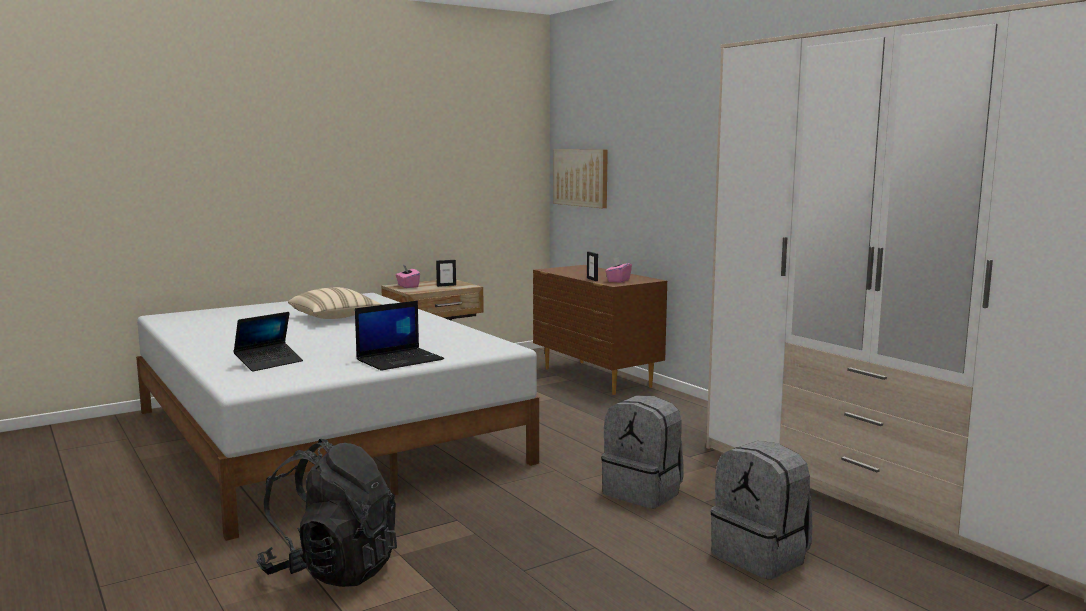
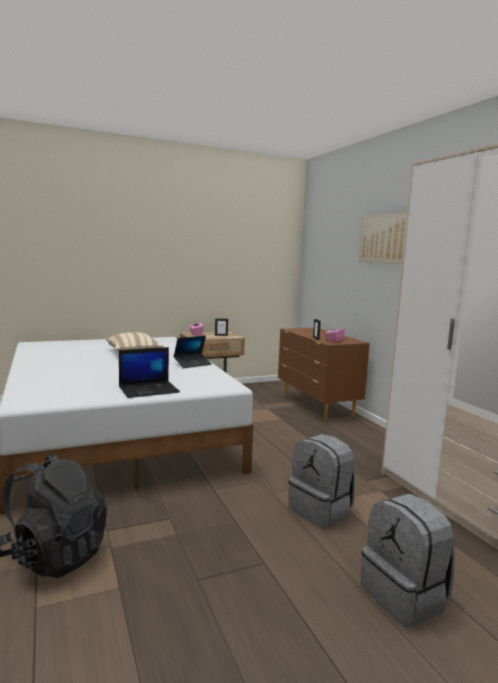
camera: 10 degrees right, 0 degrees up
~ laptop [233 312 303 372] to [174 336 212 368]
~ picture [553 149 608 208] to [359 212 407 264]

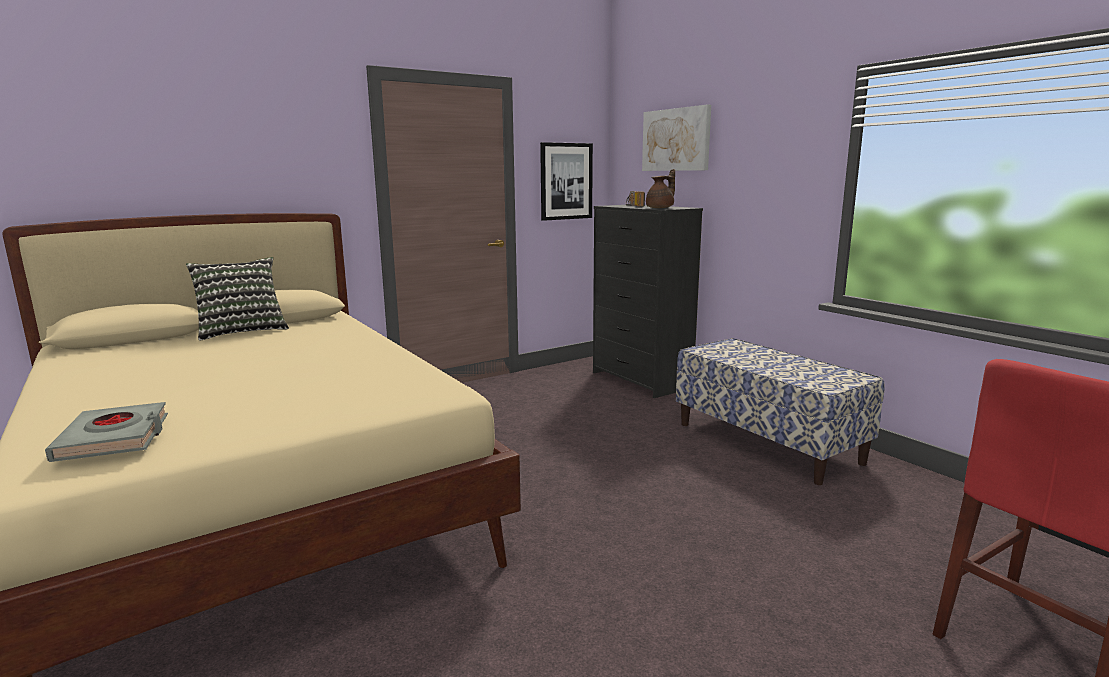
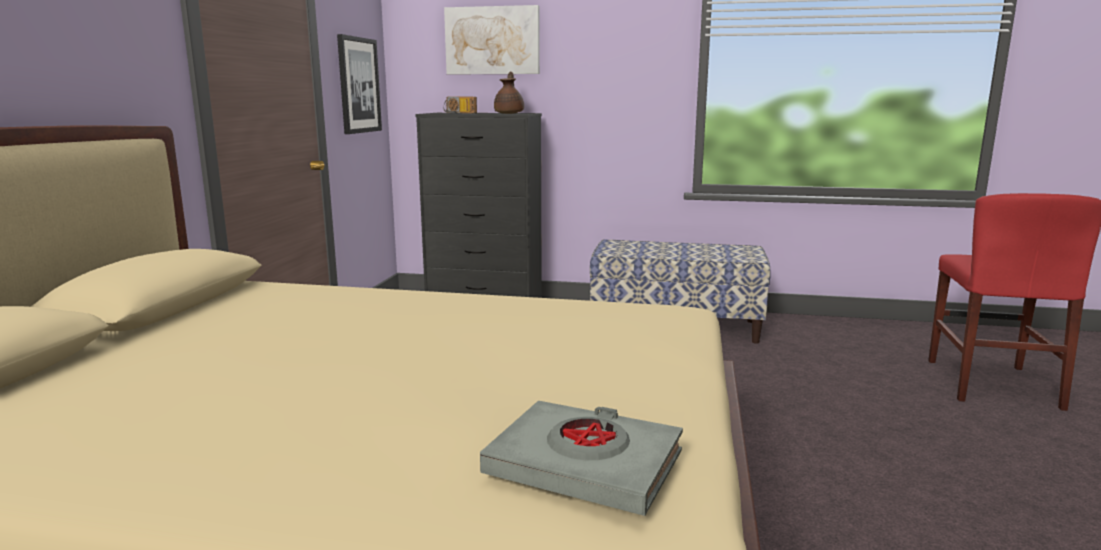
camera: 45 degrees left, 0 degrees up
- pillow [186 257 289 340]

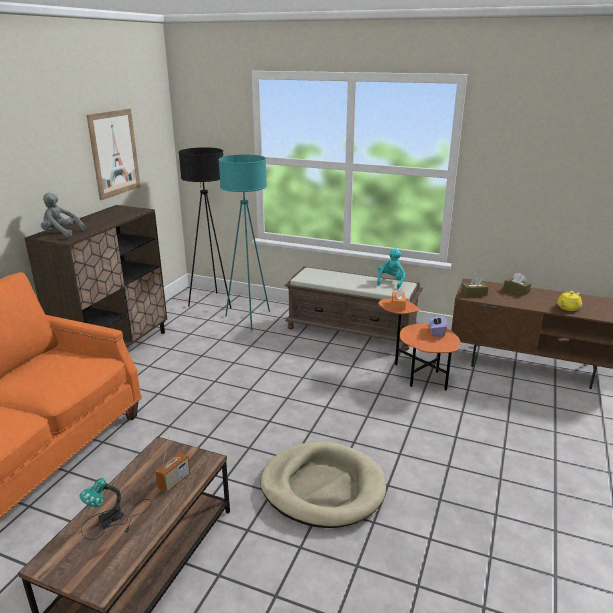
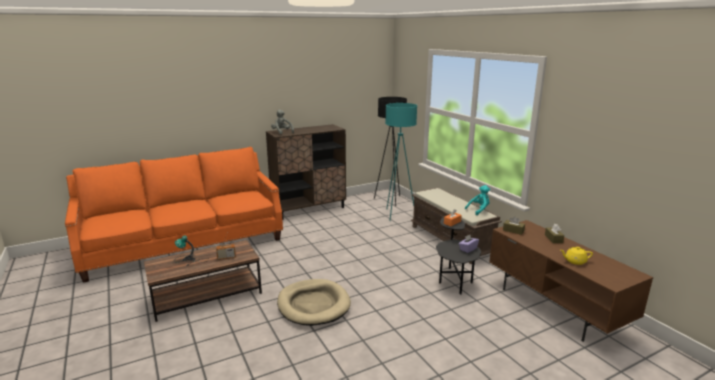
camera: 40 degrees right, 5 degrees down
- picture [87 109 141 200]
~ side table (orange) [378 299 461 390] to side table (black) [436 217 481 295]

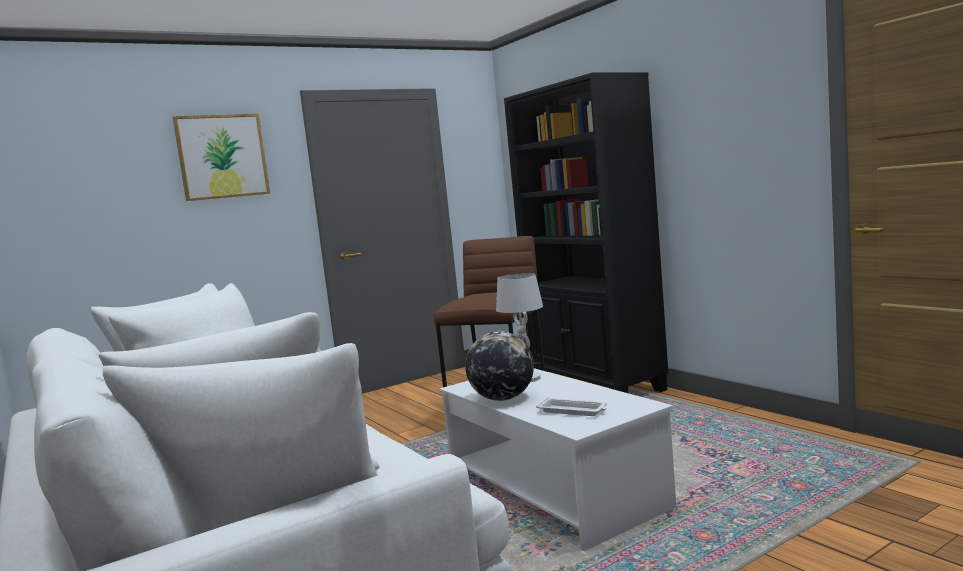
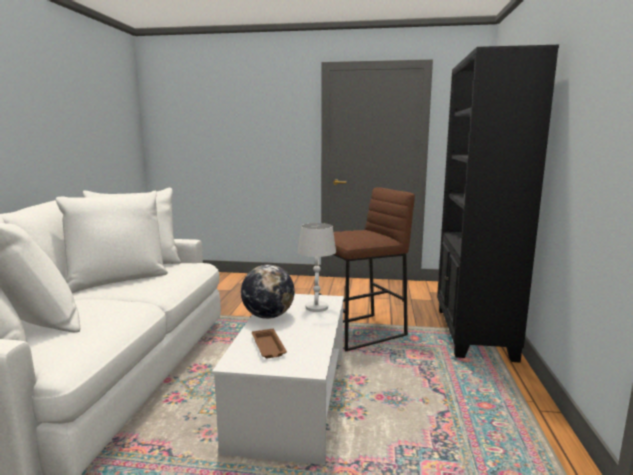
camera: 40 degrees right, 5 degrees up
- picture [173 114 270 201]
~ tray (white) [536 397 607 416] to tray (brown) [252 329 287 358]

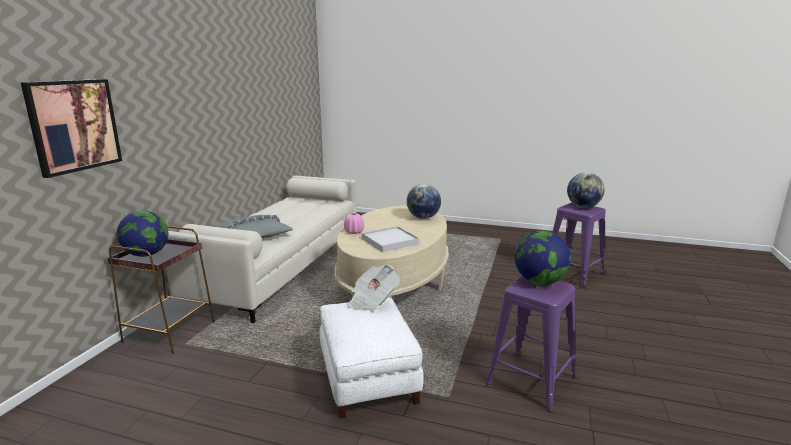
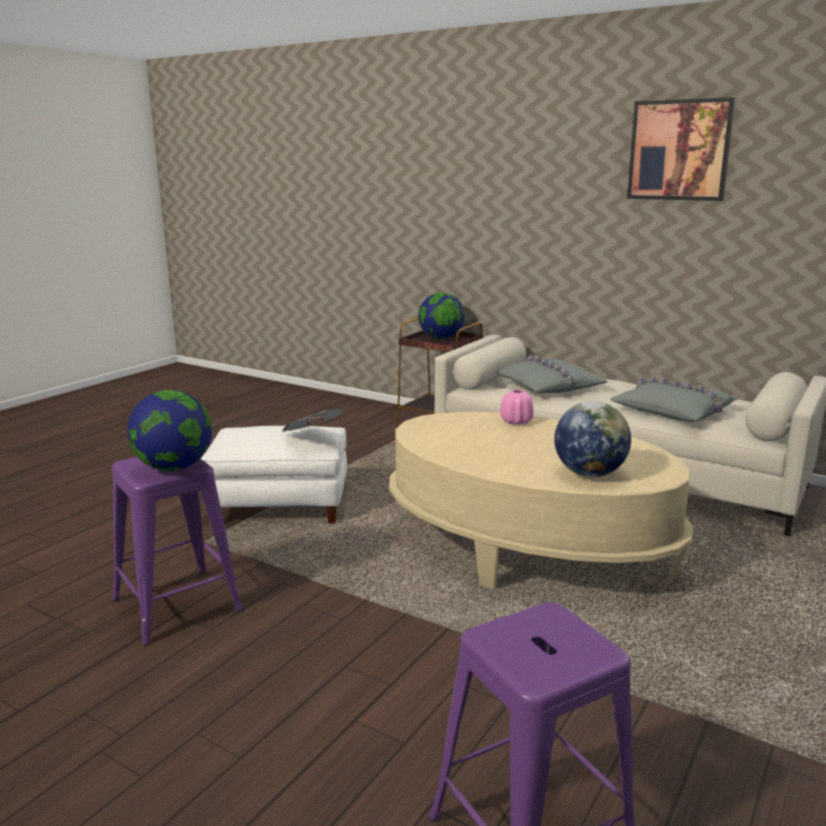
camera: 105 degrees right, 0 degrees up
- tray (white) [362 226 419 252]
- globe [567 172 605 208]
+ pillow (grey) [610 377 738 422]
~ picture [21 79 122 178] to [627 97 735 201]

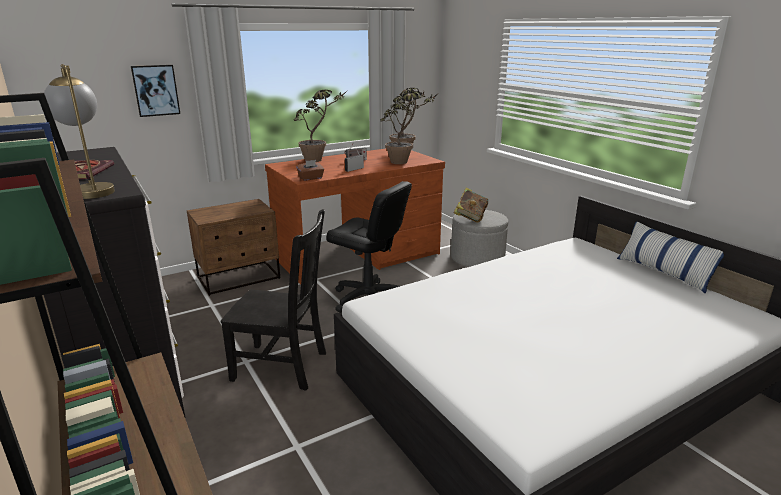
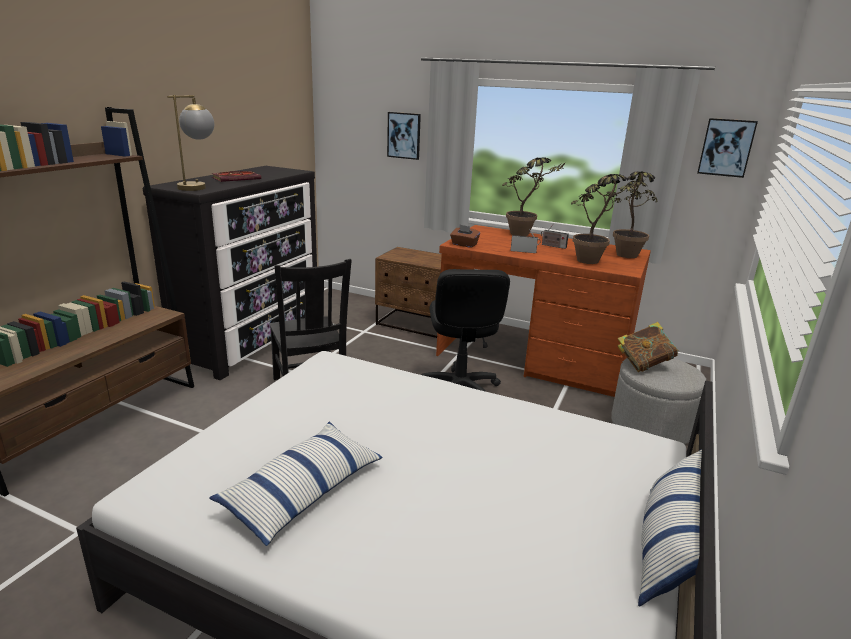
camera: 55 degrees right, 0 degrees up
+ pillow [209 422 382 546]
+ picture [697 118 758 178]

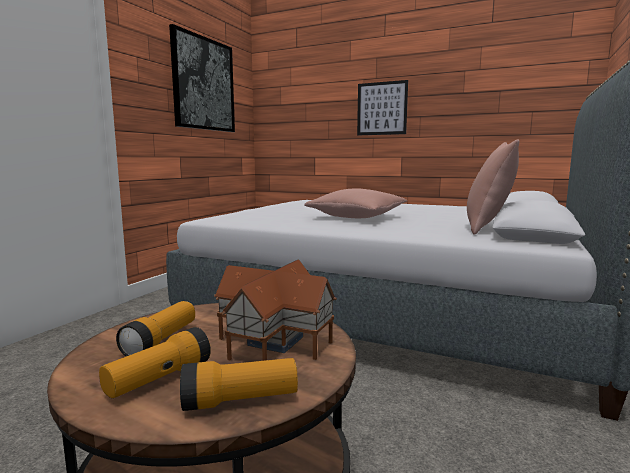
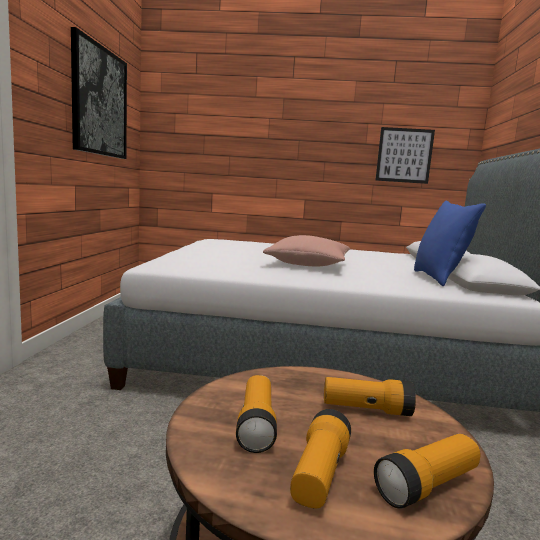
camera: 20 degrees left, 0 degrees up
~ picture [357 80 408 135] to [375 127 435 184]
~ toy house [214 259 337 361] to flashlight [324 377 416 416]
~ pillow (pink) [467 140 519 235] to pillow (blue) [414 201 486 286]

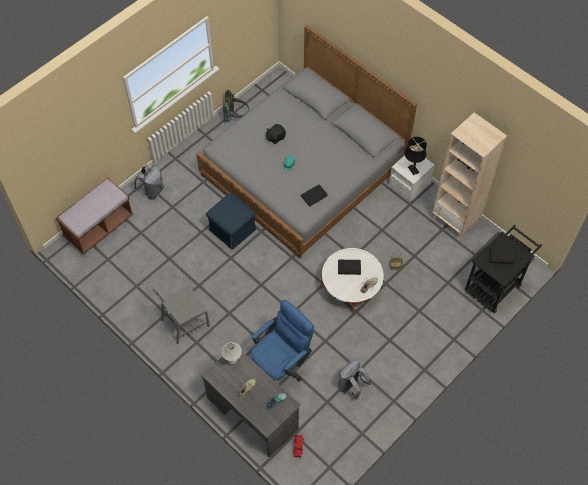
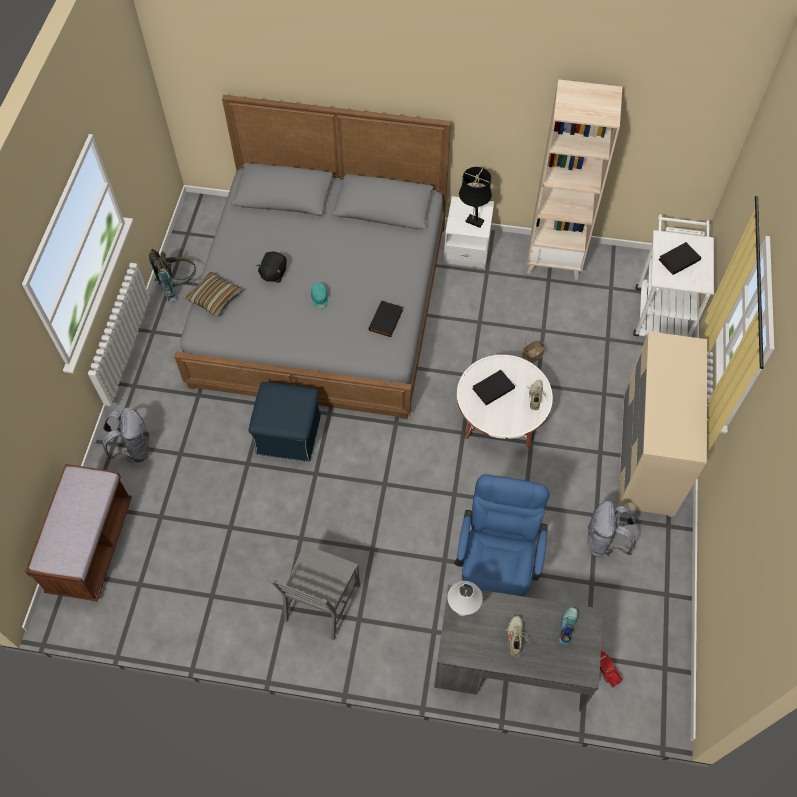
camera: 35 degrees left, 0 degrees up
+ pillow [185 272 242 316]
+ dresser (beige) [618 332 707 517]
~ cart (black) [465 225 542 313] to cart (white) [633 214 714 337]

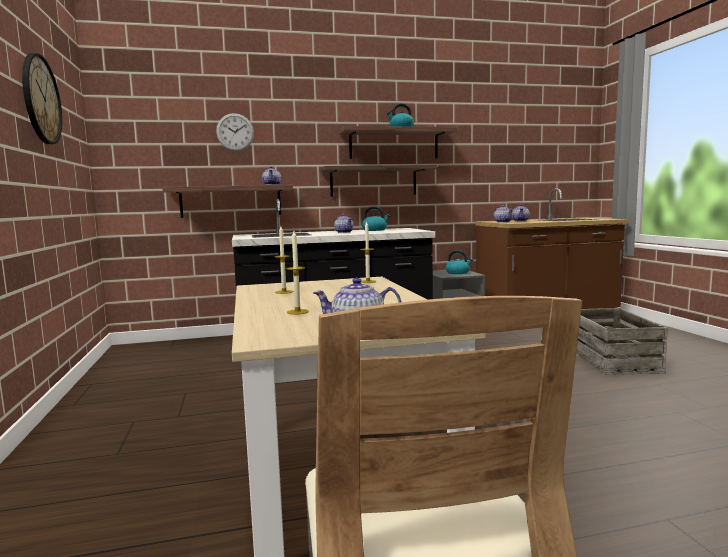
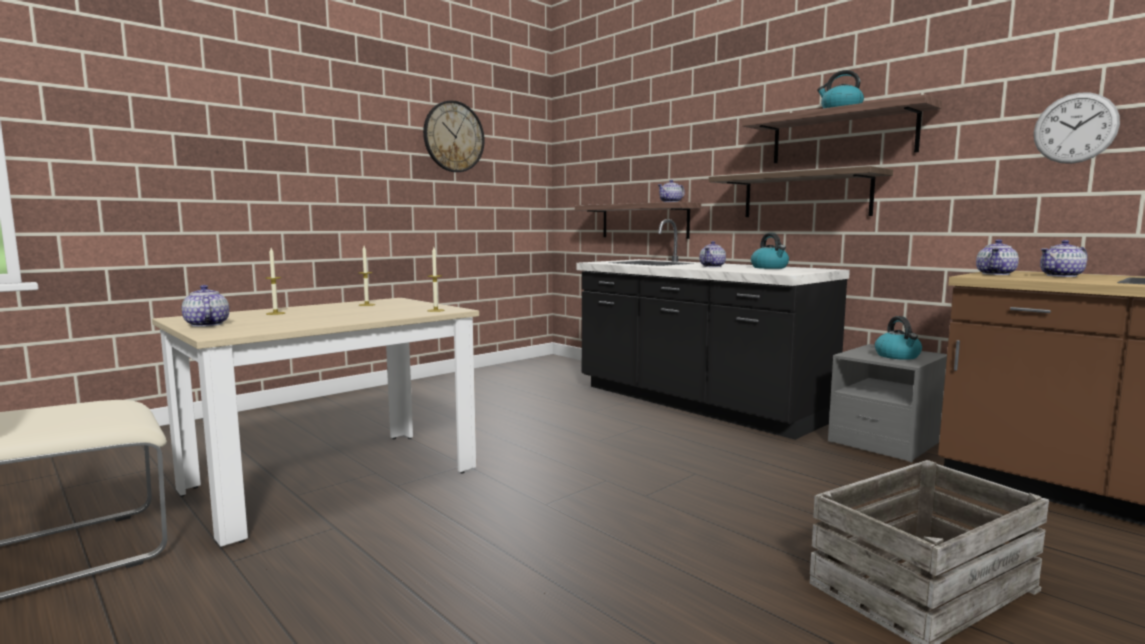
camera: 60 degrees right, 0 degrees up
~ wall clock [216 113 254 151] to [1034 93 1120 164]

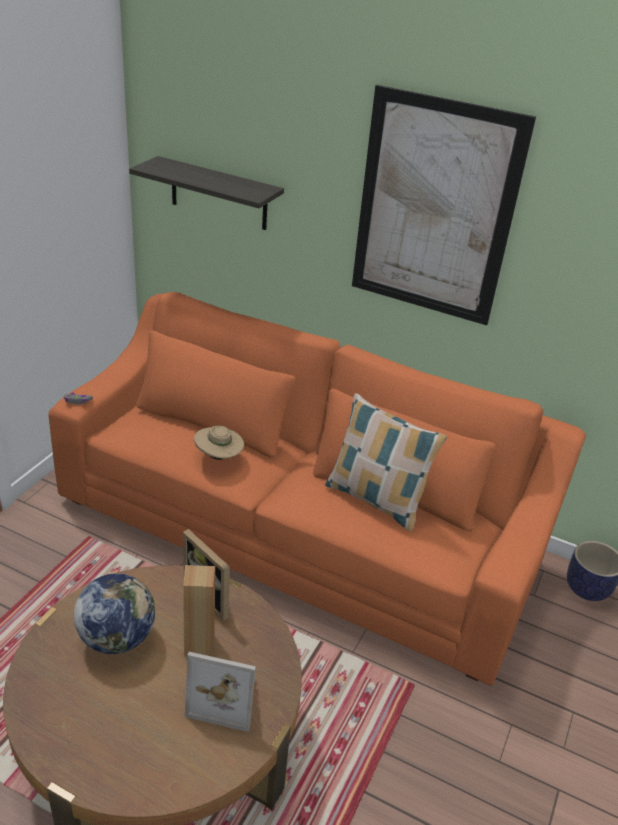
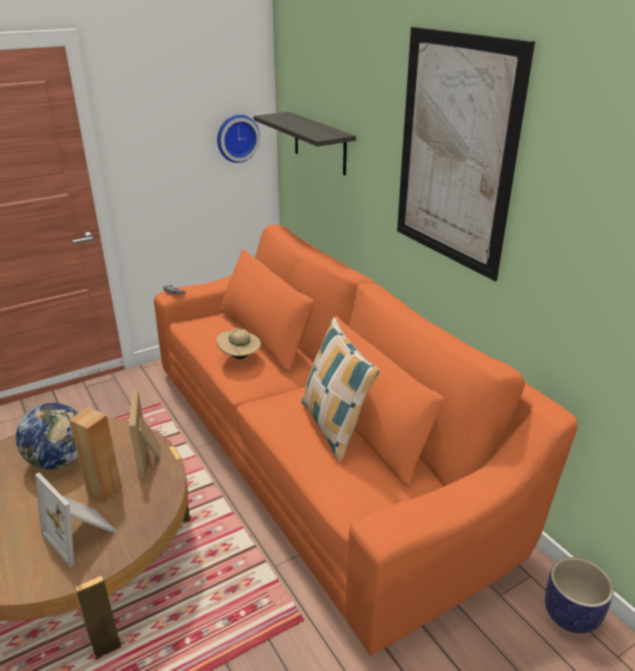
camera: 35 degrees right, 5 degrees down
+ wall clock [217 115 260 163]

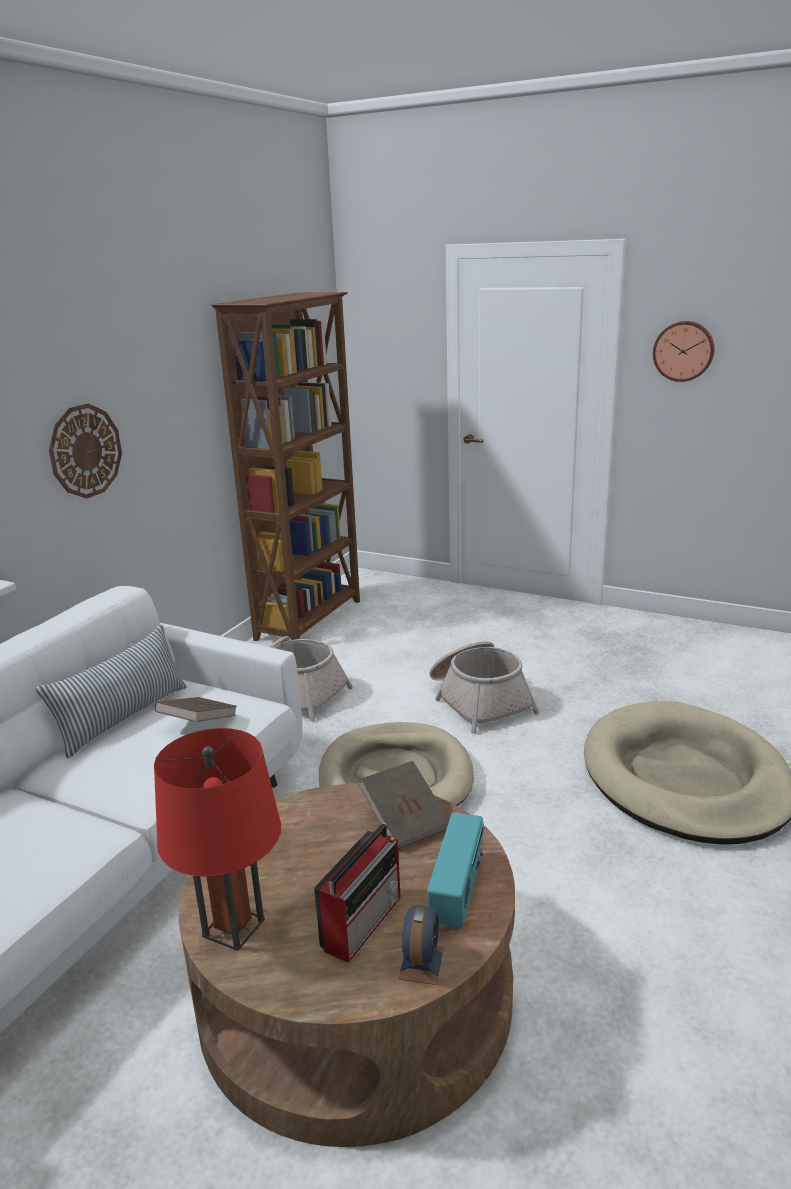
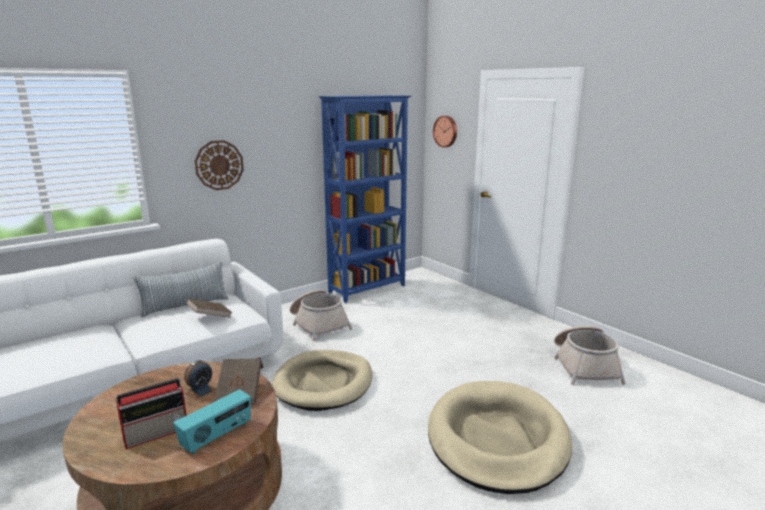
camera: 25 degrees right, 5 degrees down
- table lamp (red) [154 728 281 951]
~ alarm clock [399 904 444 985] to [184 360 216 400]
~ basket [429 641 539 734] to [554 326 626 385]
~ wall clock [653 321 715 382] to [433 116 457 147]
~ bookcase (brown) [211 292 360 641] to bookcase (blue) [318 95 411 303]

